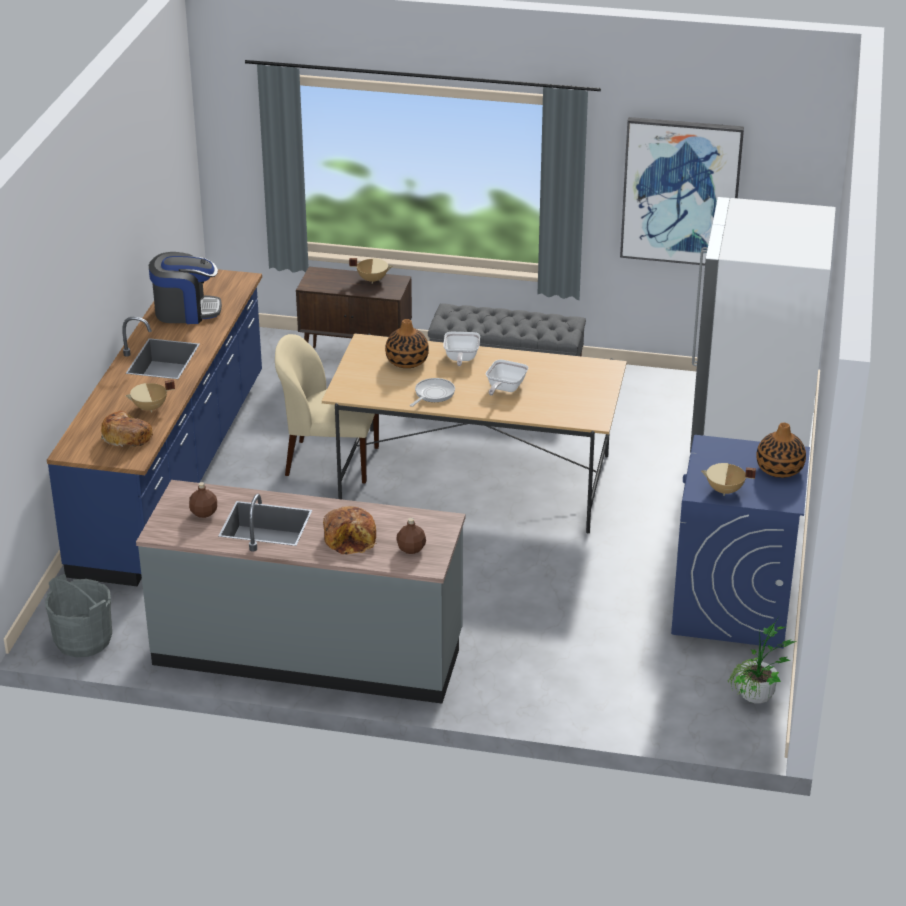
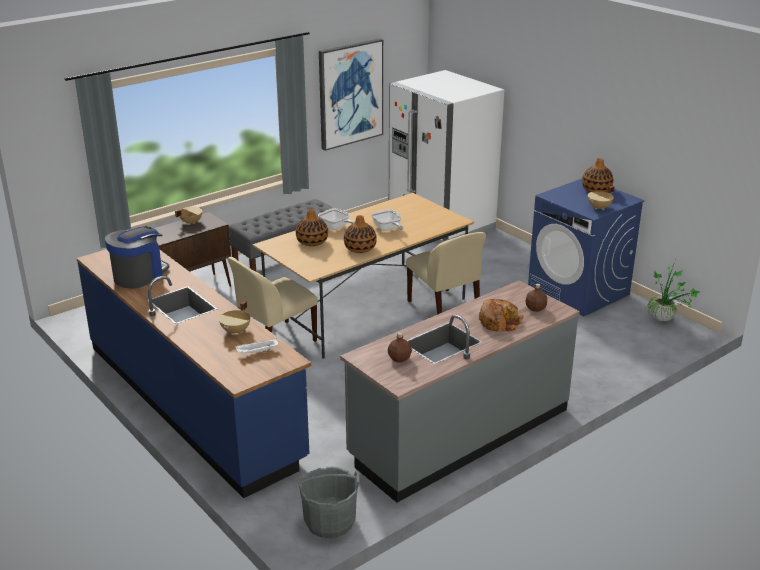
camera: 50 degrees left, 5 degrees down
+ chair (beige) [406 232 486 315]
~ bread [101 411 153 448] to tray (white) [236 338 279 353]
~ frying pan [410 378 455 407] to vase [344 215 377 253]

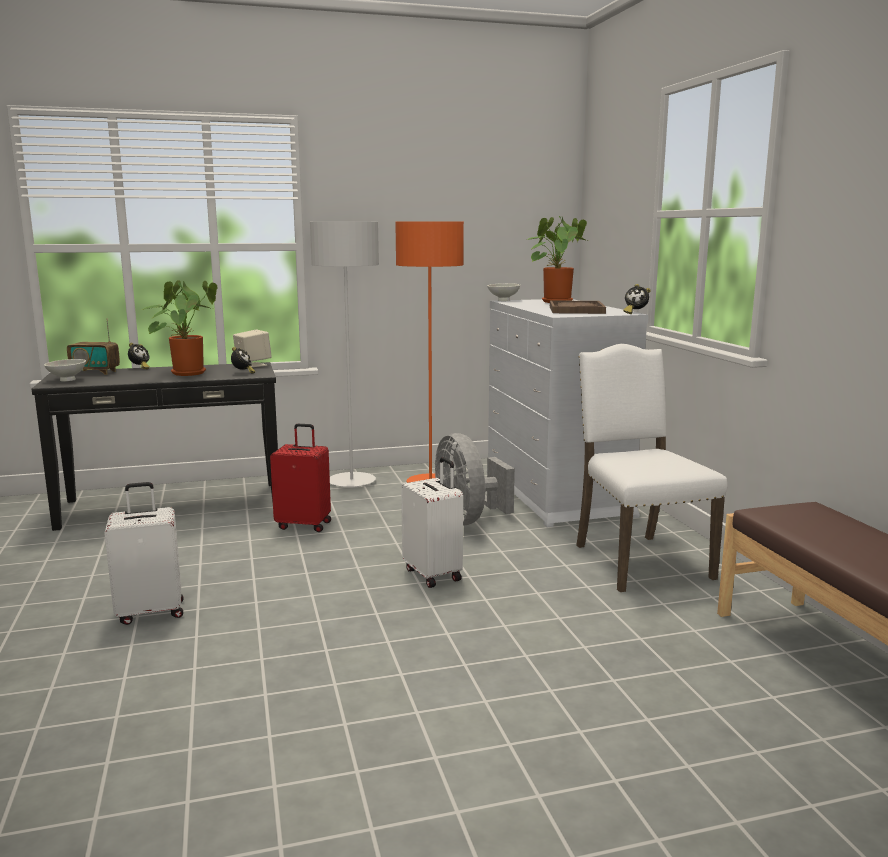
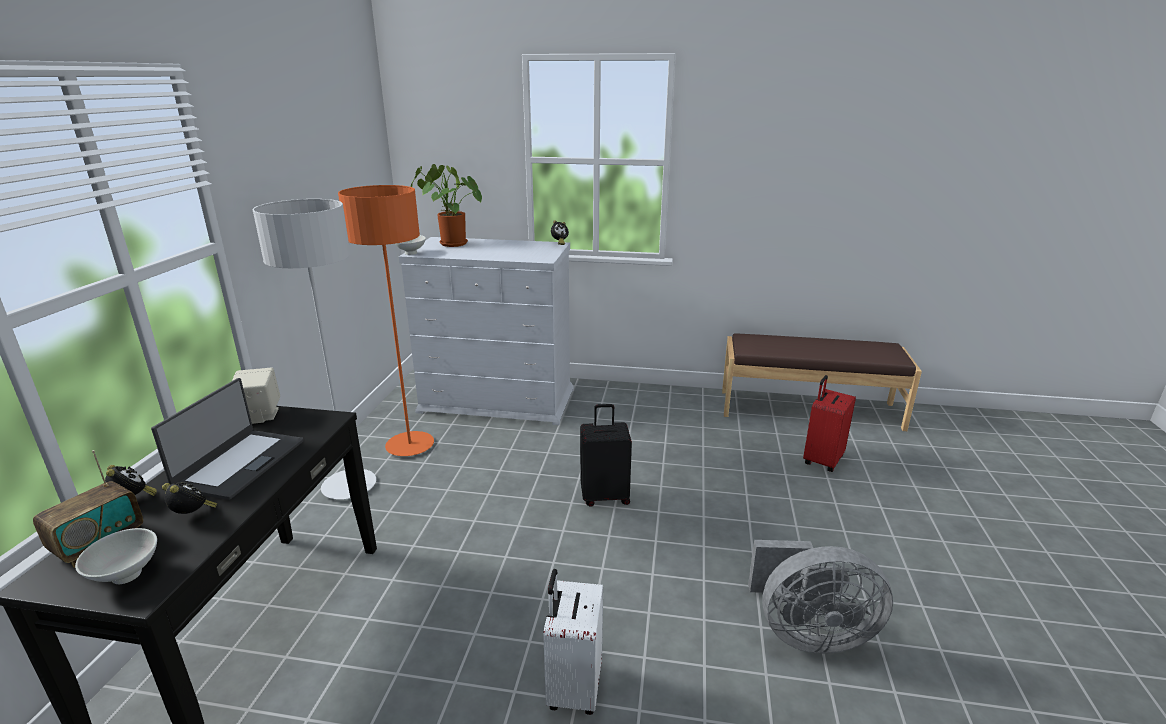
camera: 65 degrees left, 10 degrees up
- tray (brown) [550 300 606 314]
- chair (white) [576 344 727 592]
~ alarm clock [231 347 256 373] to [162 482 218 514]
~ suitcase (red) [270 424 331 532] to [803 375 856 472]
~ fan (grey) [435 433 515 525] to [748 540 893 654]
~ potted plant [142 280 218 376] to laptop [151 378 304 500]
~ suitcase (white) [401 457 463 588] to suitcase (black) [580 404 632 507]

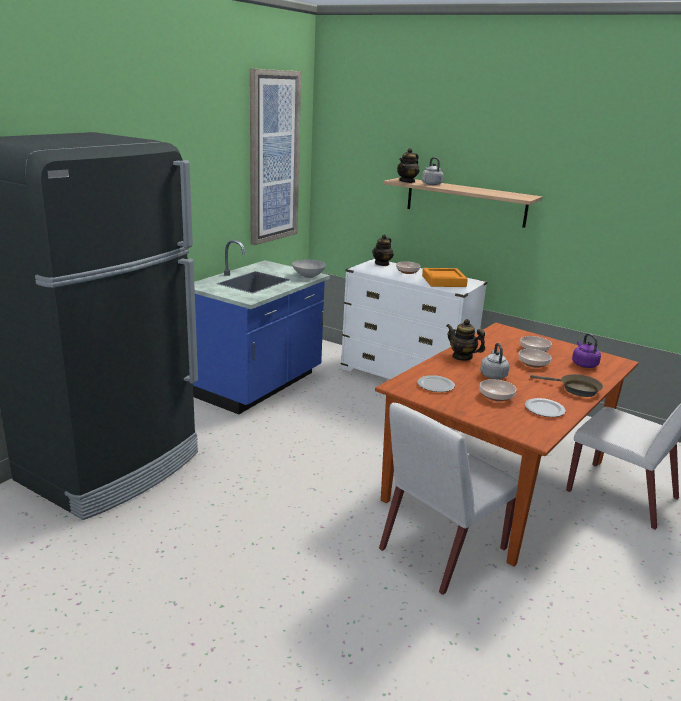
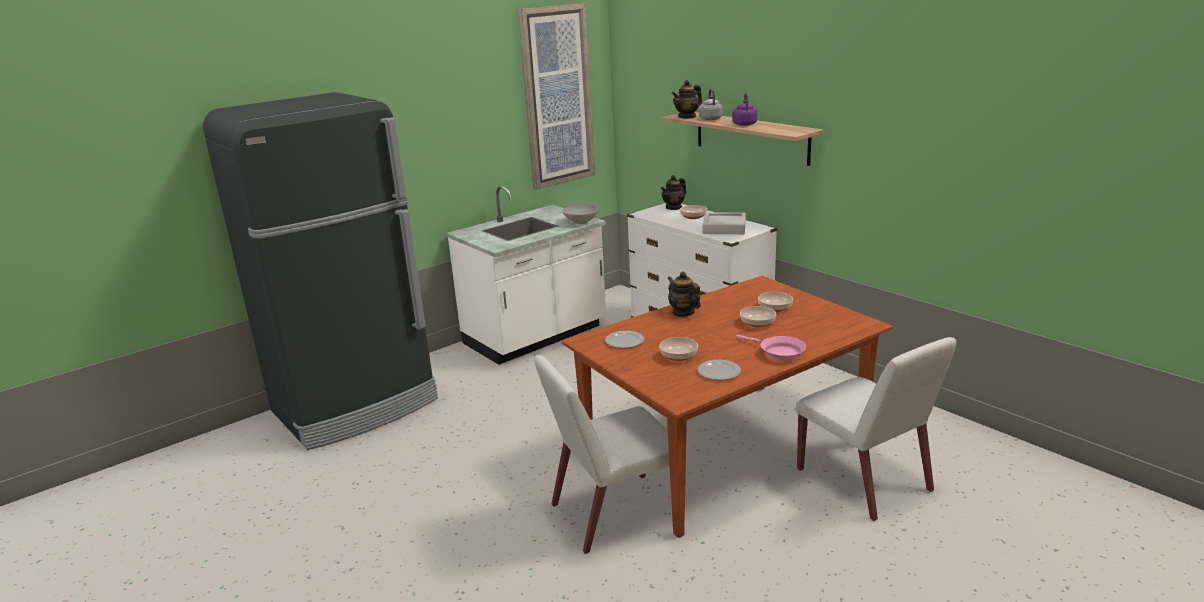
camera: 20 degrees right, 0 degrees up
- kettle (grey) [480 343 510 379]
~ kettle (purple) [572 334 601 368] to [732 93 757 126]
~ counter (blue) [193 240 330 414] to counter (white) [446 185 606 365]
~ tray (orange) [422 268 468 287] to tray (grey) [702 212 746 234]
~ frying pan (brown) [530 374 603 397] to frying pan (pink) [736 335 806 362]

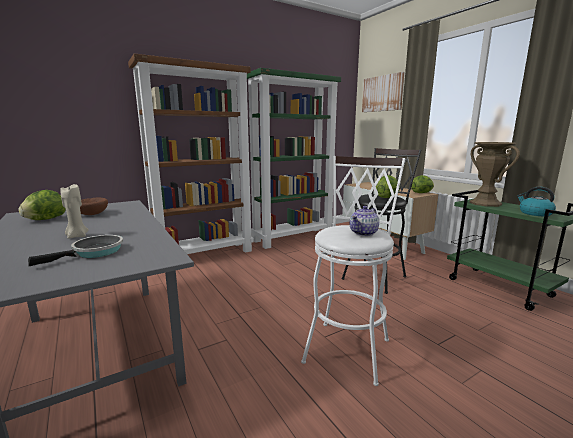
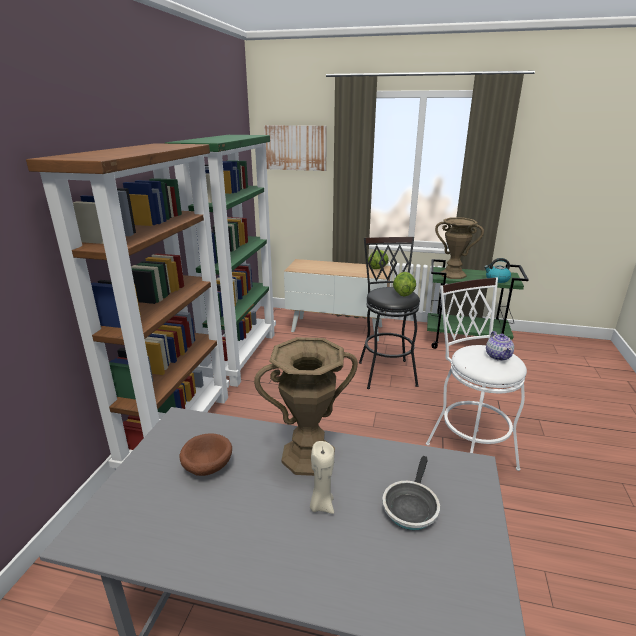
camera: 45 degrees left, 10 degrees up
- lettuce [18 190 66 220]
+ vase (brown) [254 337 358 476]
~ frying pan [28 235 123 266] = [382 456 440 530] 150 degrees counterclockwise

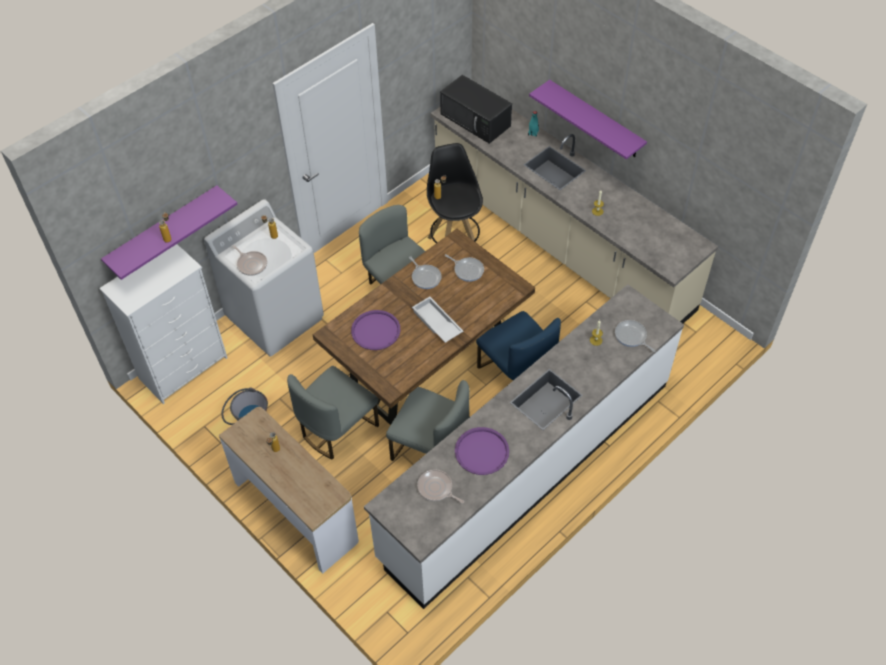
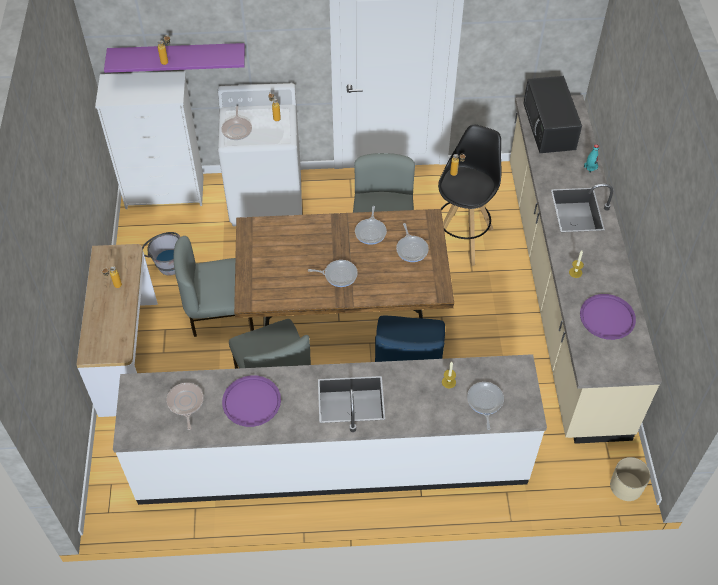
camera: 40 degrees right, 0 degrees up
- shelf (purple) [529 80 647 159]
+ planter (beige) [610 457 651 501]
~ tray (purple) [351 310 400 350] to [580 294 636 340]
~ tray (white) [412 297 464 343] to frying pan [308 260 358 287]

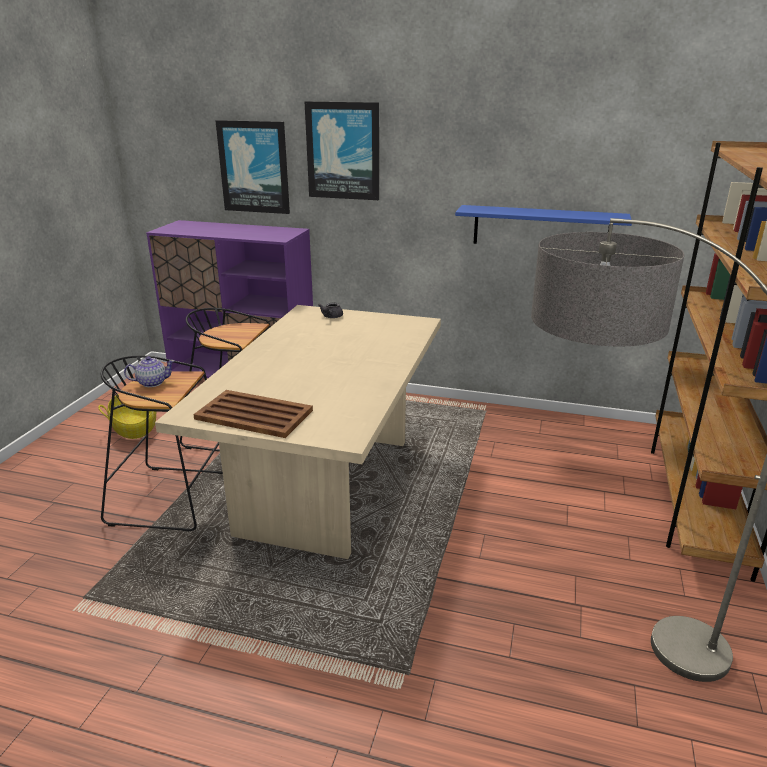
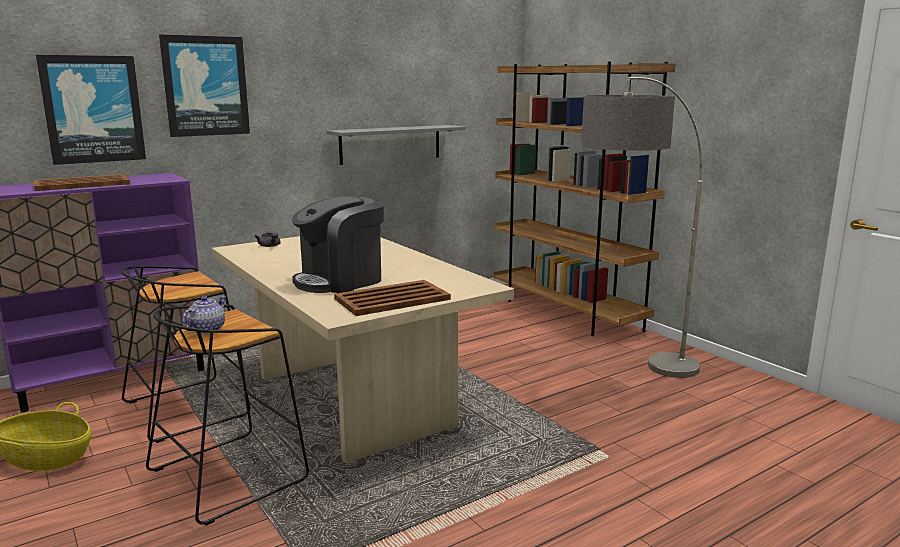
camera: 50 degrees left, 10 degrees down
+ tray (brown) [33 174 130 191]
+ coffee machine [292 196 384 293]
~ shelf (blue) [455 205 632 244] to shelf (grey) [327 125 466 165]

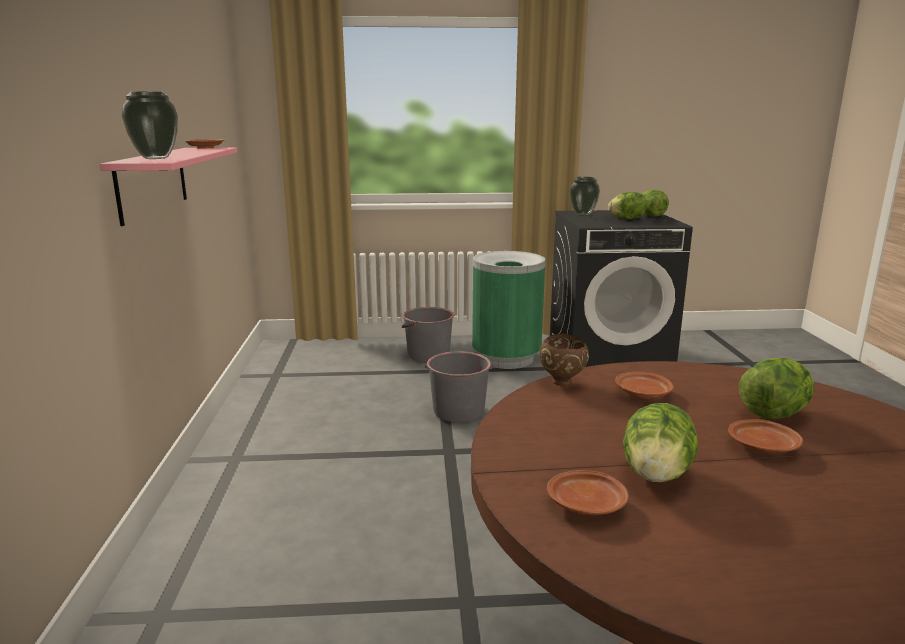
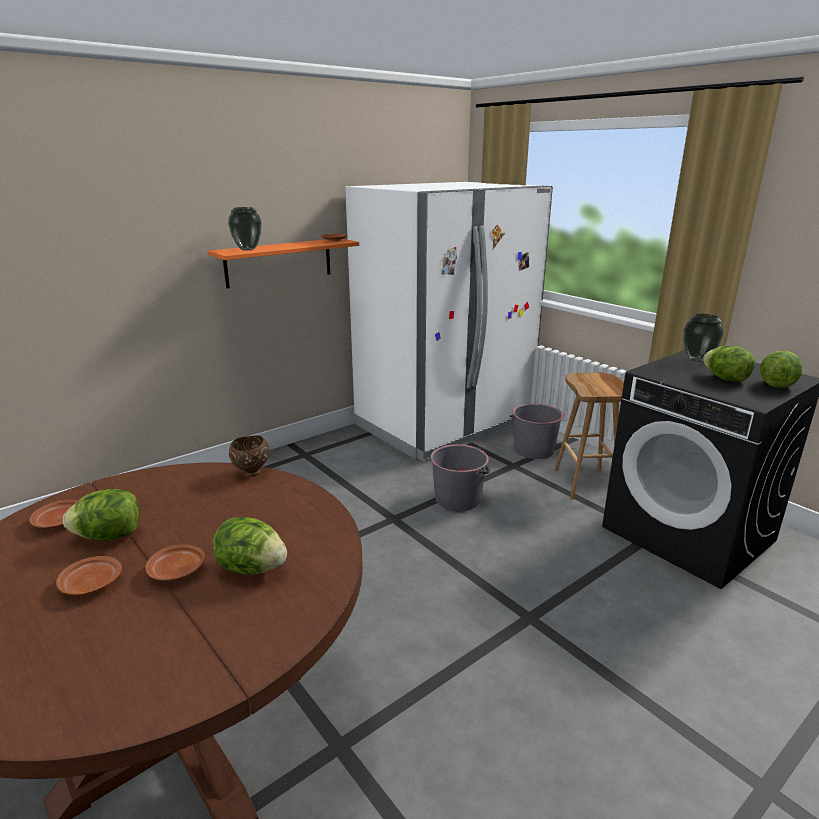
camera: 55 degrees right, 5 degrees up
+ fridge (white) [345 182 553 461]
~ plate (brown) [615 372 674 399] to [56 556 122 596]
~ trash can (green) [472 251 545 369] to stool (brown) [554 373 624 499]
~ shelf (pink) [100 147 237 226] to shelf (orange) [208 239 359 288]

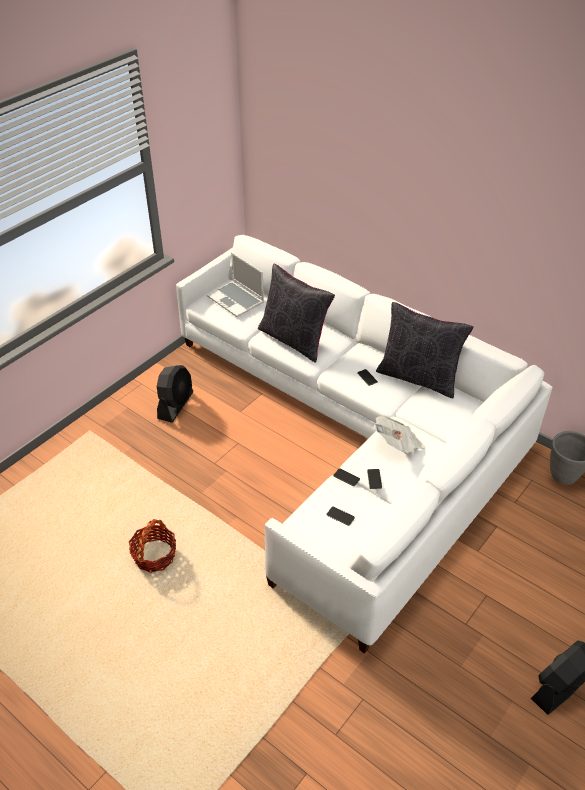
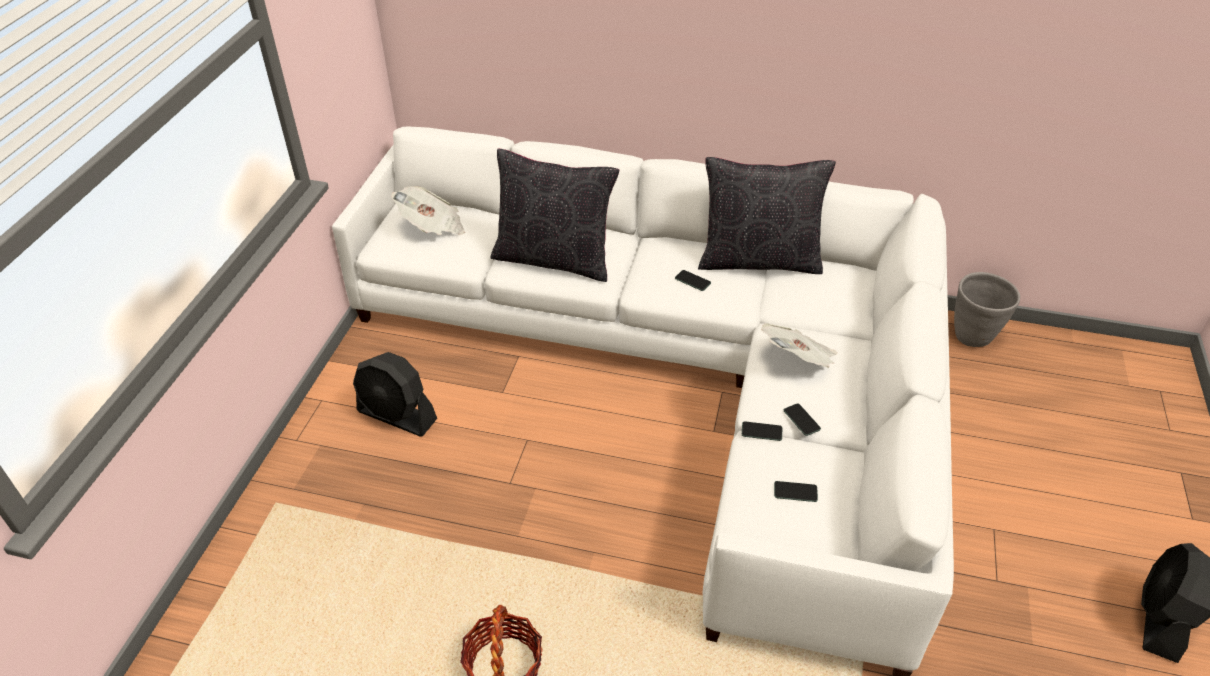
camera: 25 degrees left, 0 degrees up
~ laptop [207 252 264 317] to newspaper [391 186 465 235]
~ fan (black) [157 365 193 423] = [353 352 437 437] 120 degrees clockwise

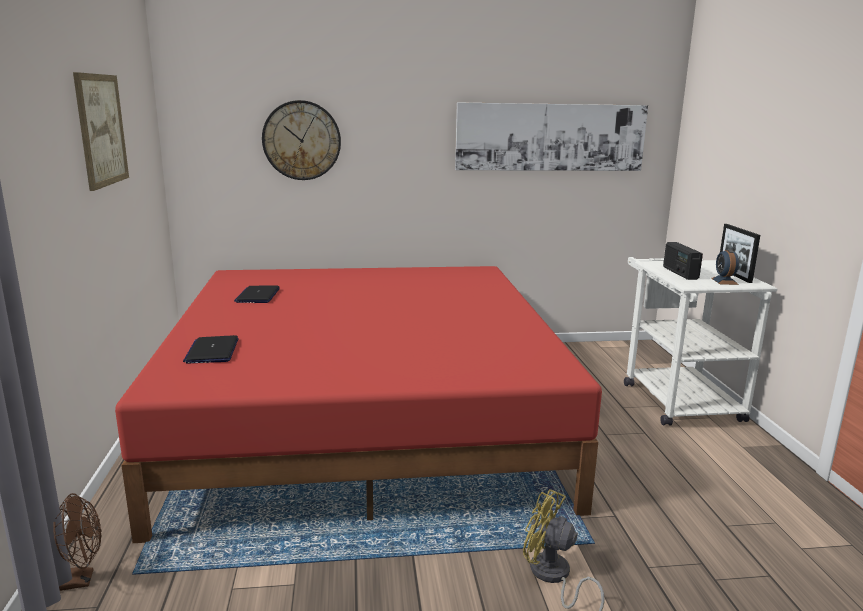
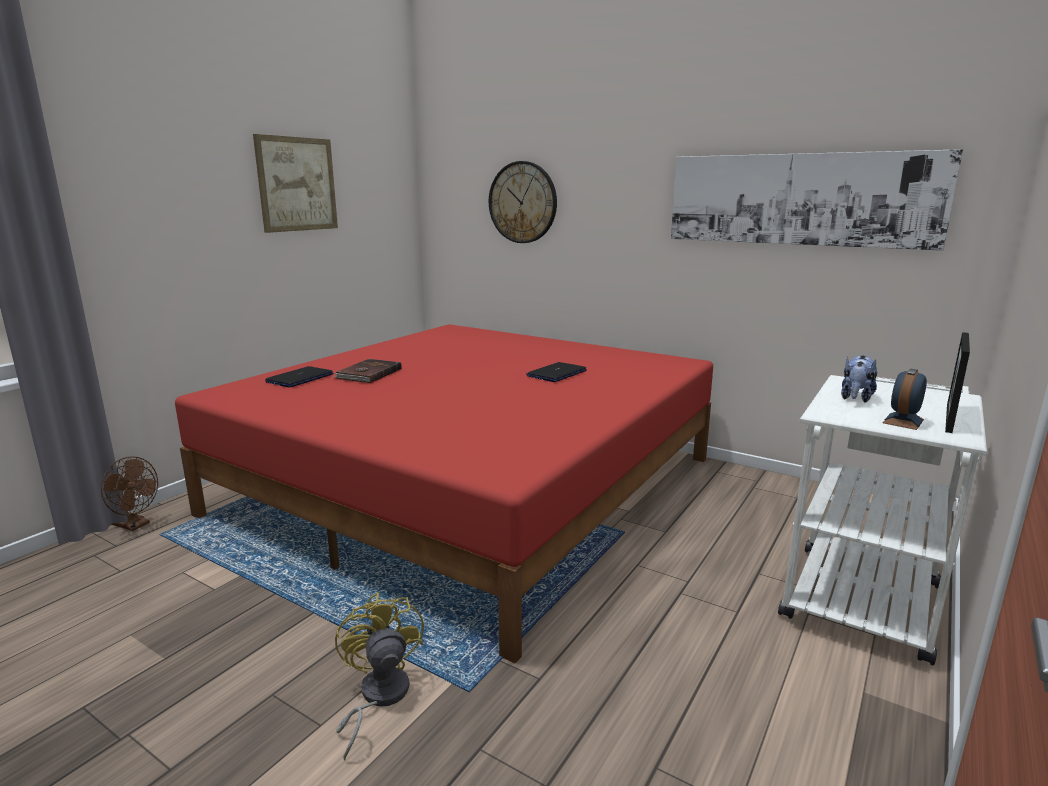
camera: 40 degrees right, 0 degrees up
+ book (brown) [333 359 402 383]
~ laptop [234 286 280 303] to [526 362 587 382]
~ radio [663 242 703 280] to plush toy [841 355 877 402]

